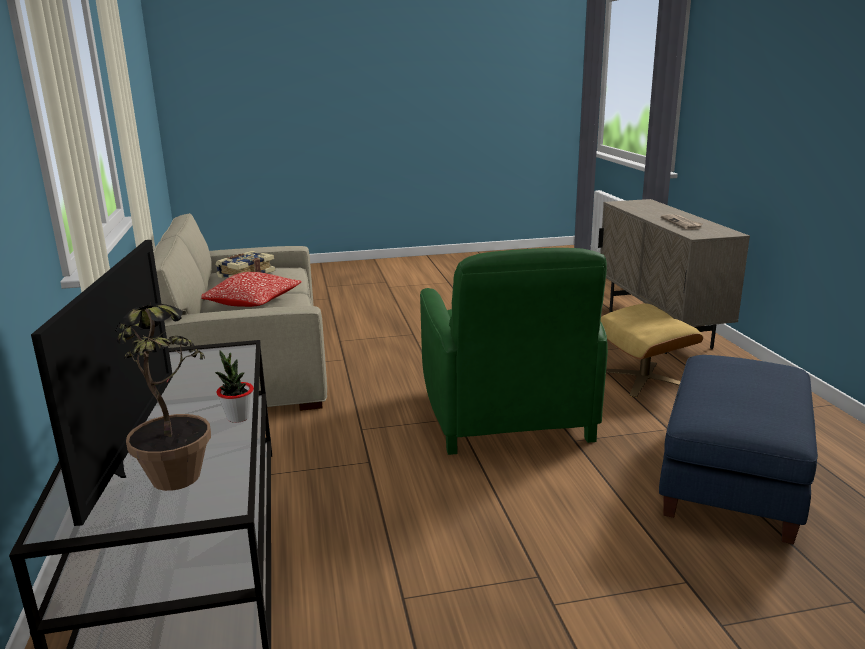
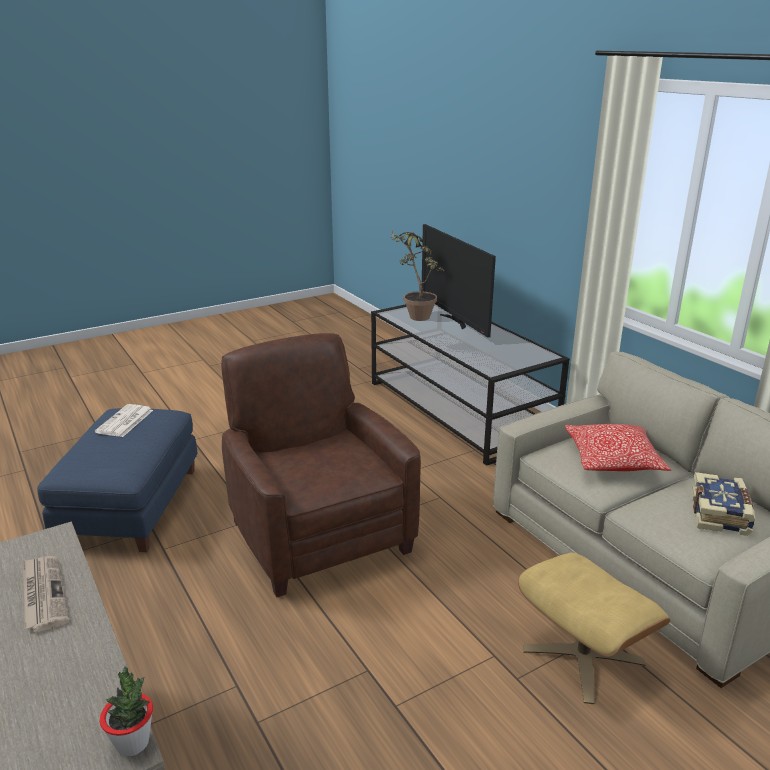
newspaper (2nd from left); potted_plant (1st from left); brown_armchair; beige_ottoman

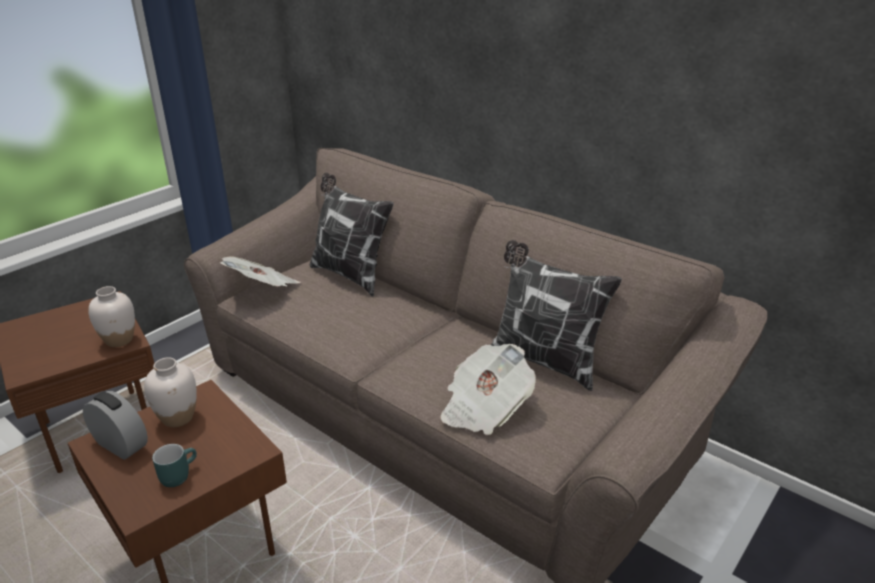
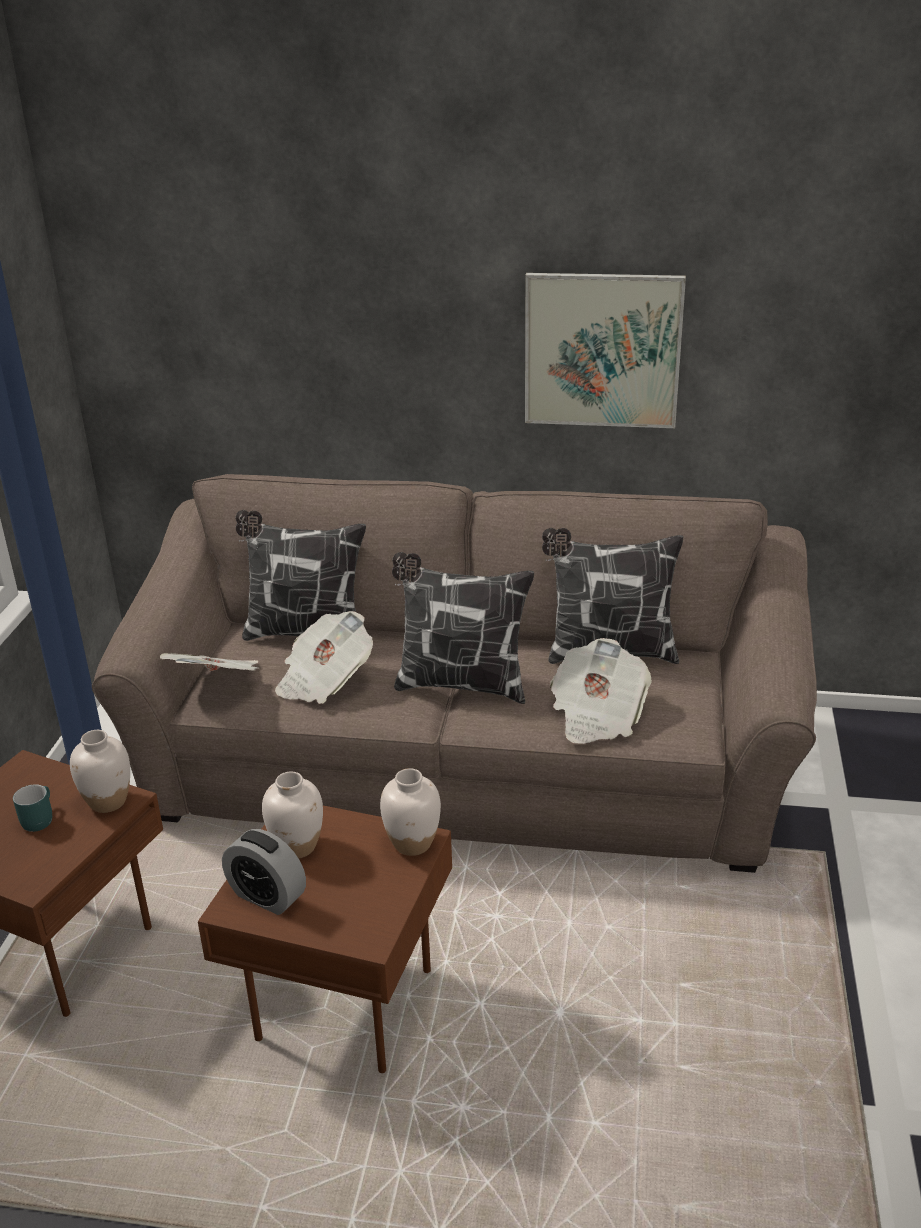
turquoise_mug; alarm_clock; newspaper (2nd from left); white_vase (3rd from left); pillow (2nd from left); picture

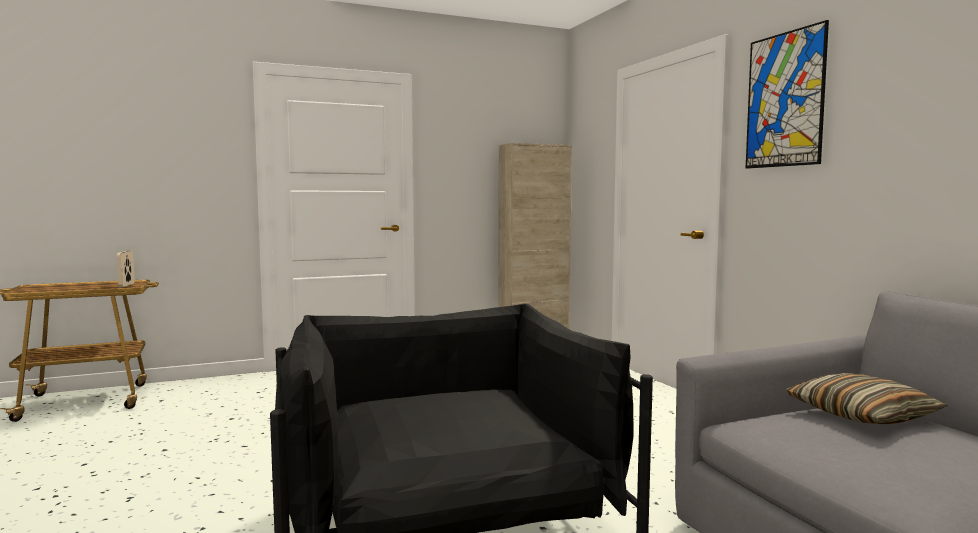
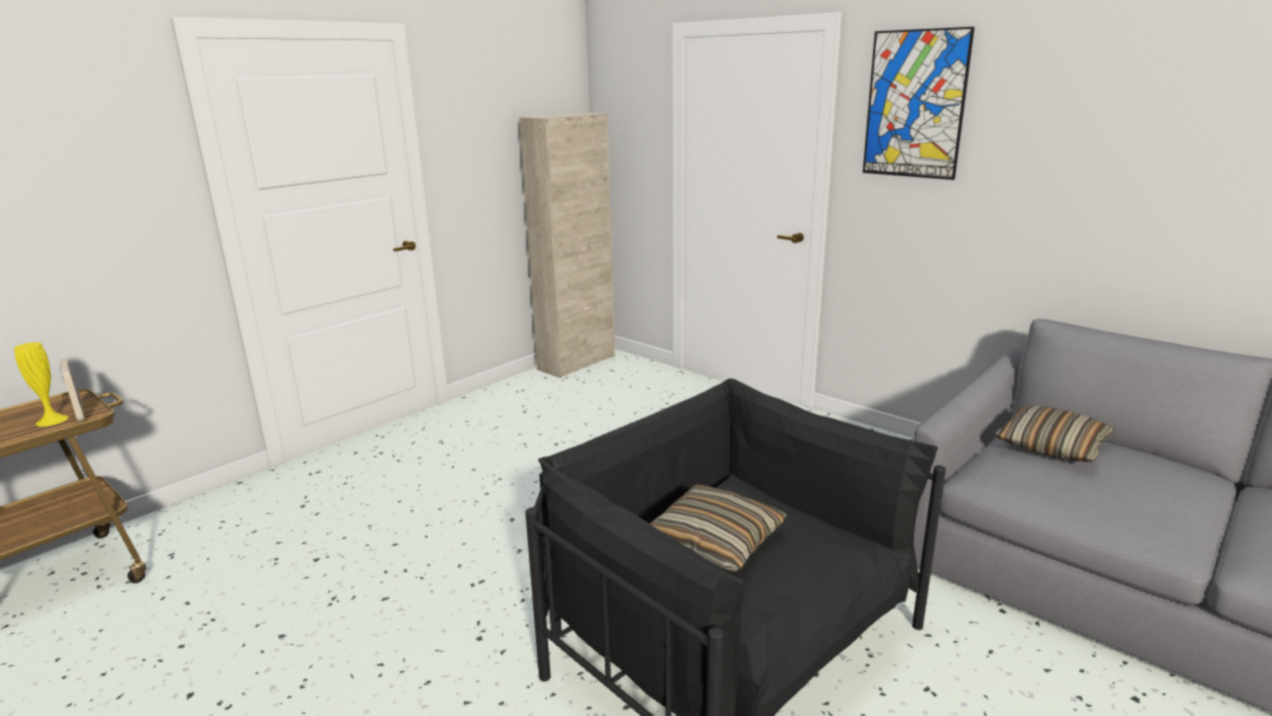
yellow_vase; pillow (1st from left)

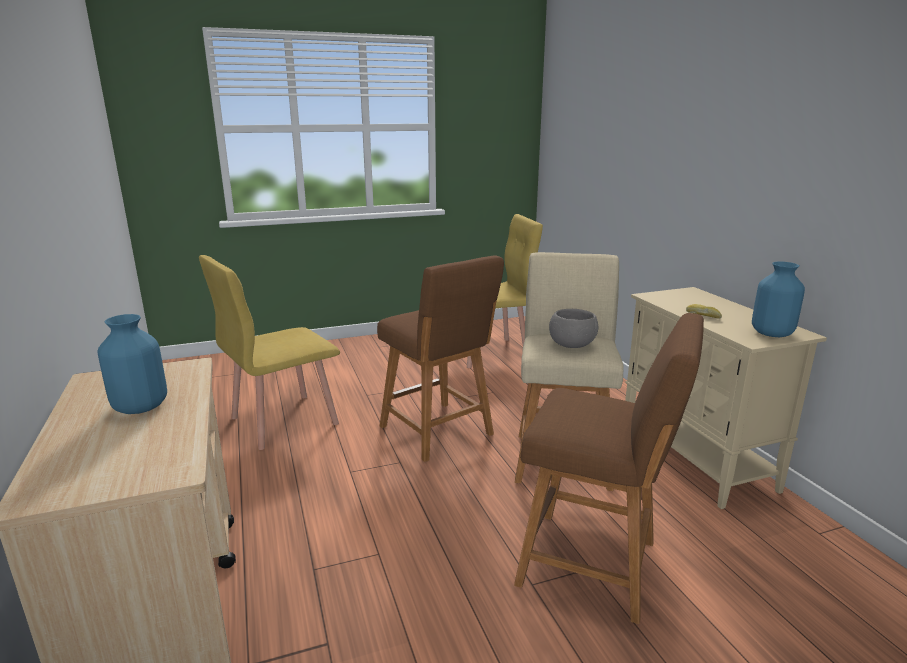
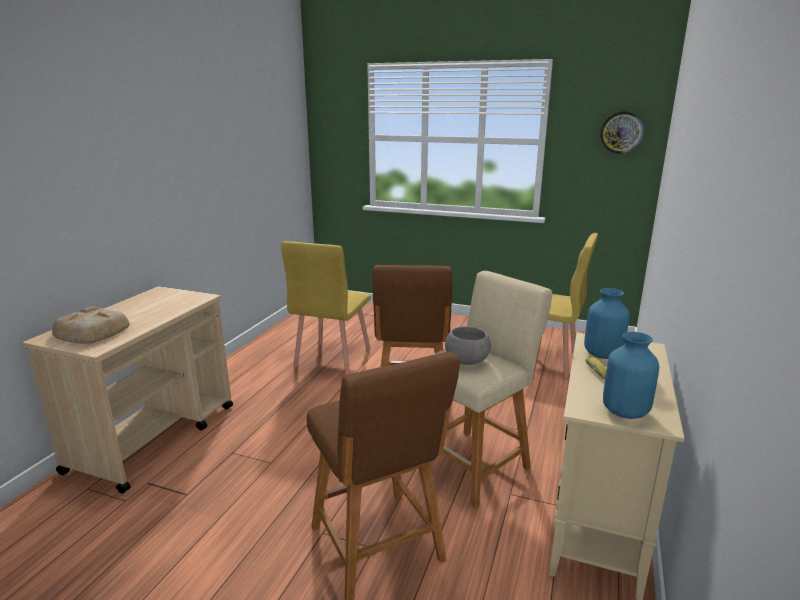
bread (1st from left); yellow_chair (1st from left); blue_vase (1st from left); wall_clock

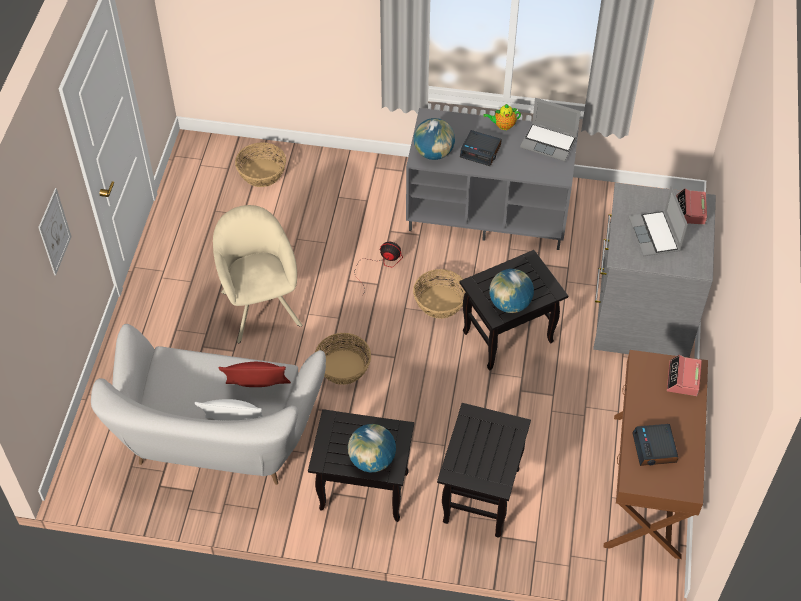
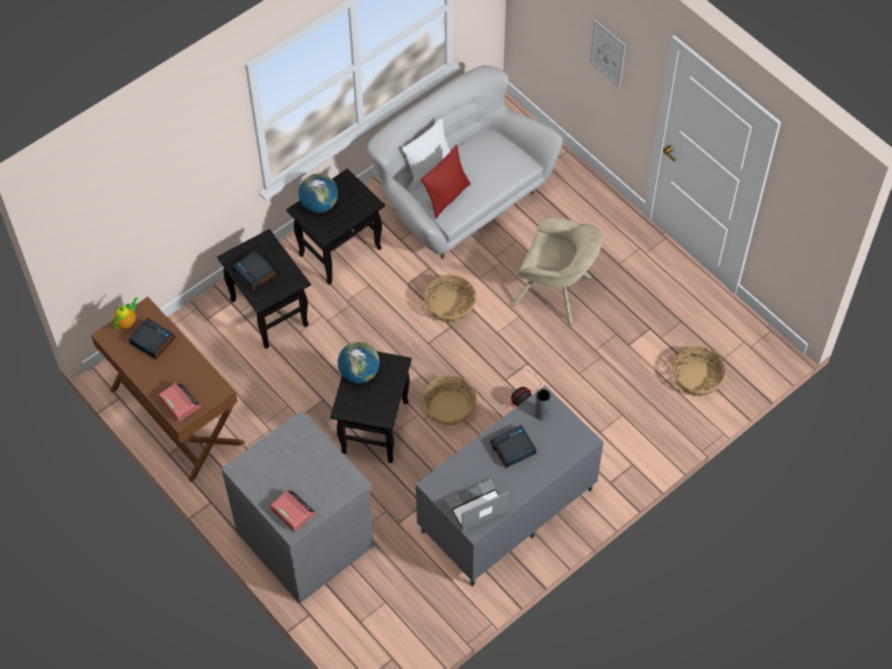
teapot; alarm_clock (3rd from left); grey_vase; laptop (2nd from left in the first image)

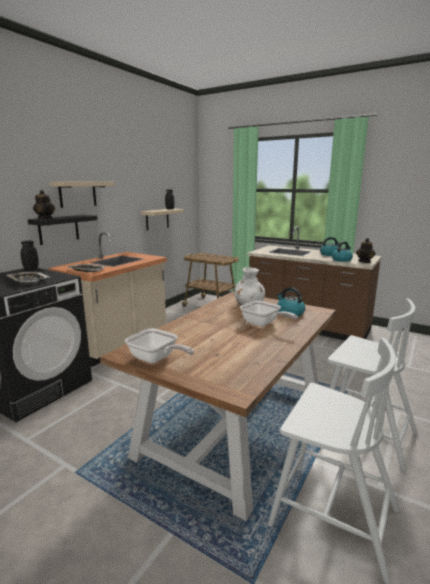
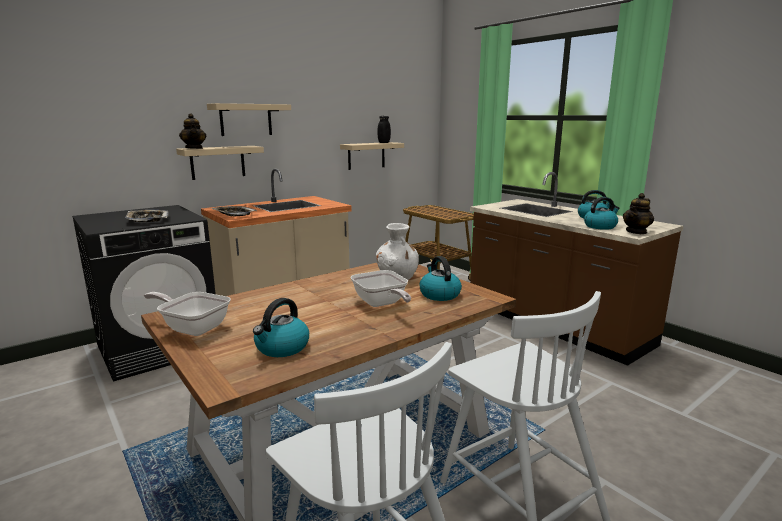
frying_pan (1st from left); beige_shelf (1st from left); kettle (1st from left); black_jar (1st from left in the first image)

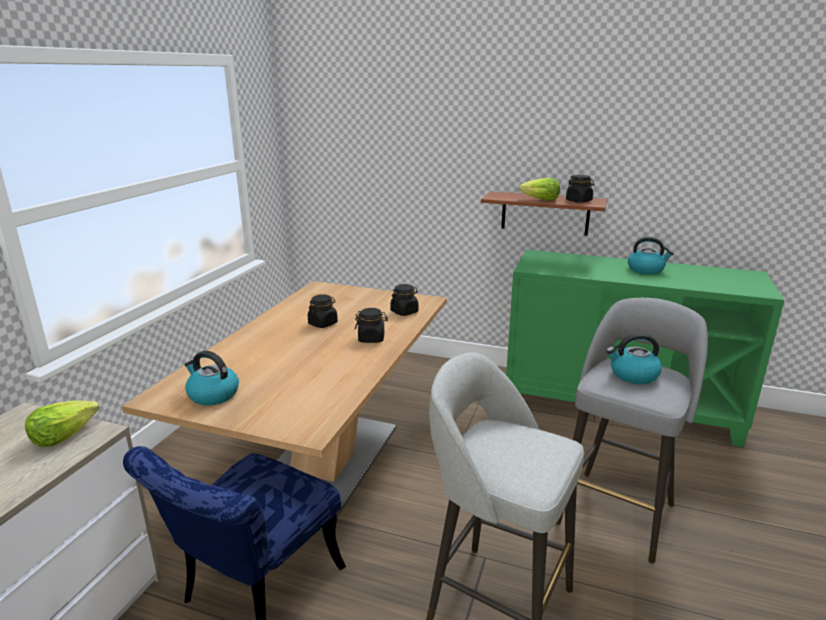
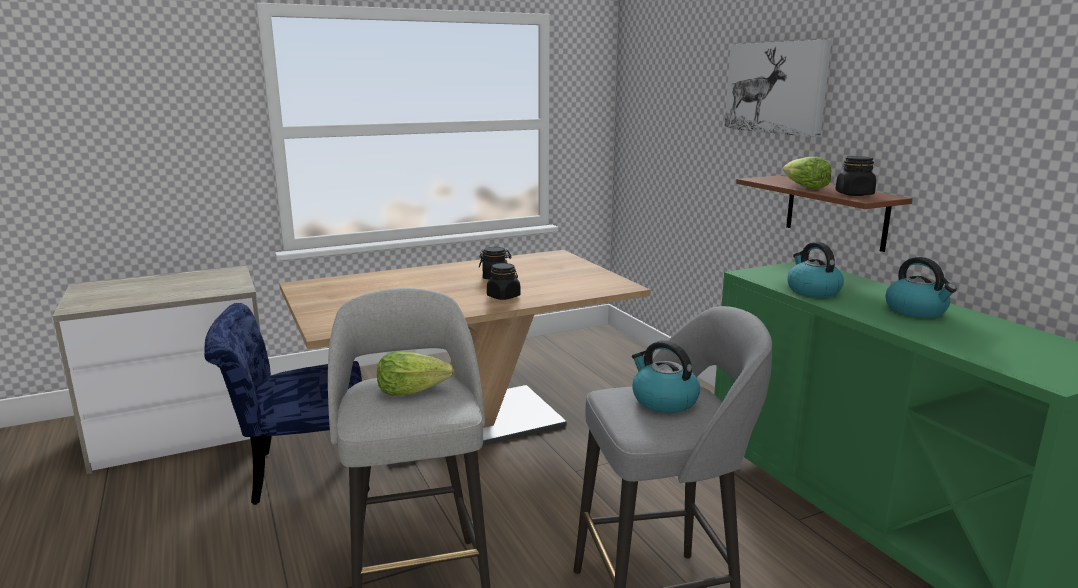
lettuce (1st from left); picture; kettle (2nd from left); black_jar (3rd from left in the first image)

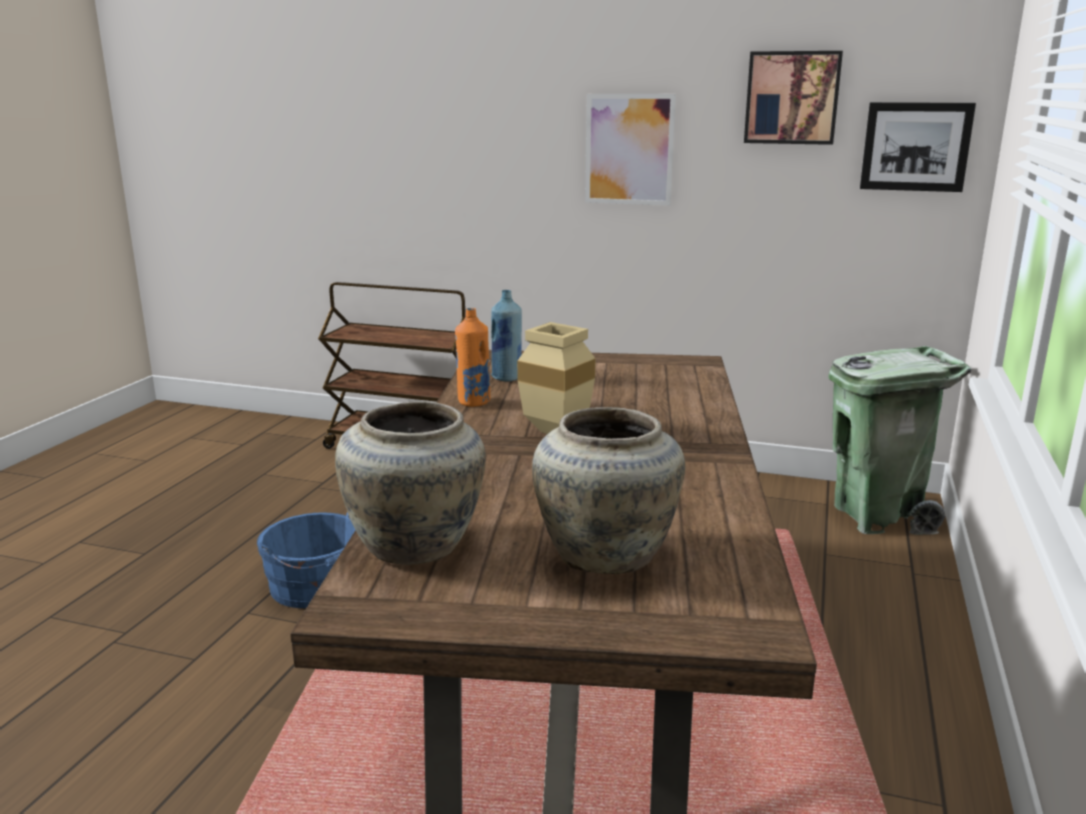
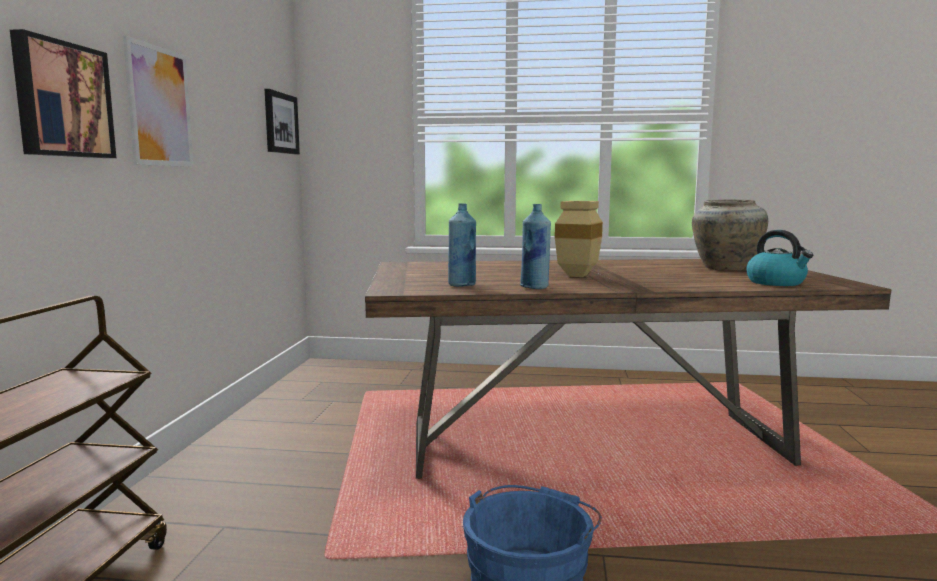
picture (1st from left); blue_bottle (2nd from left); kettle; green_trash_can

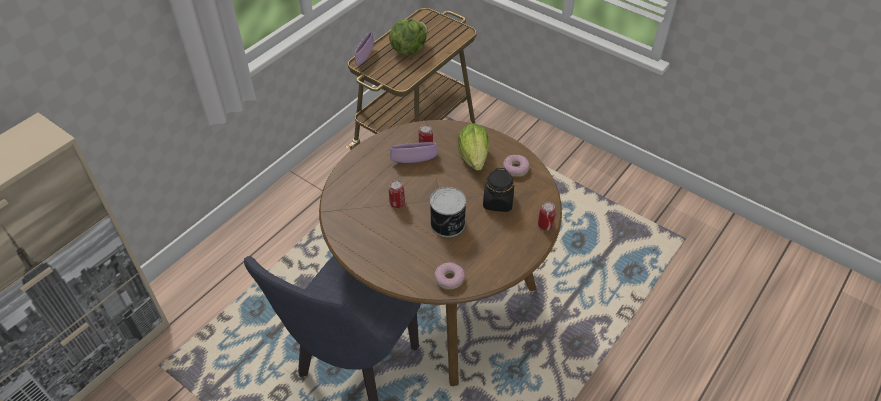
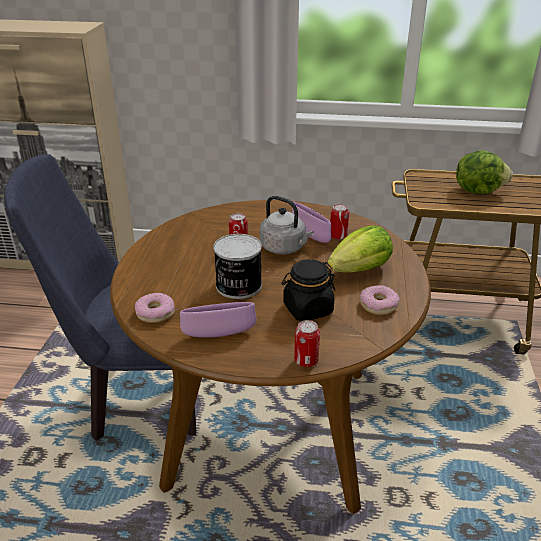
purple_bowl (1st from left); grey_kettle

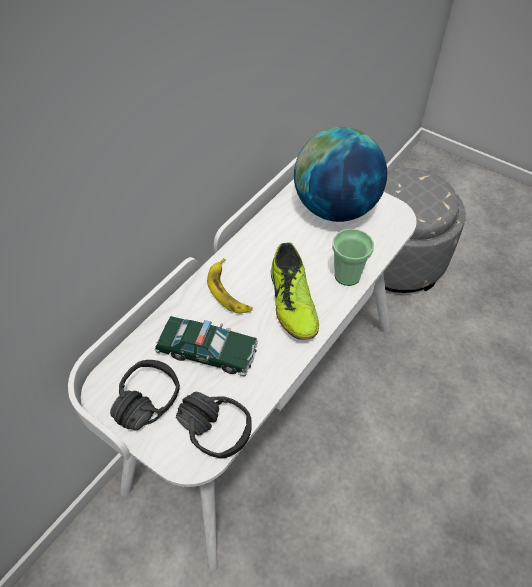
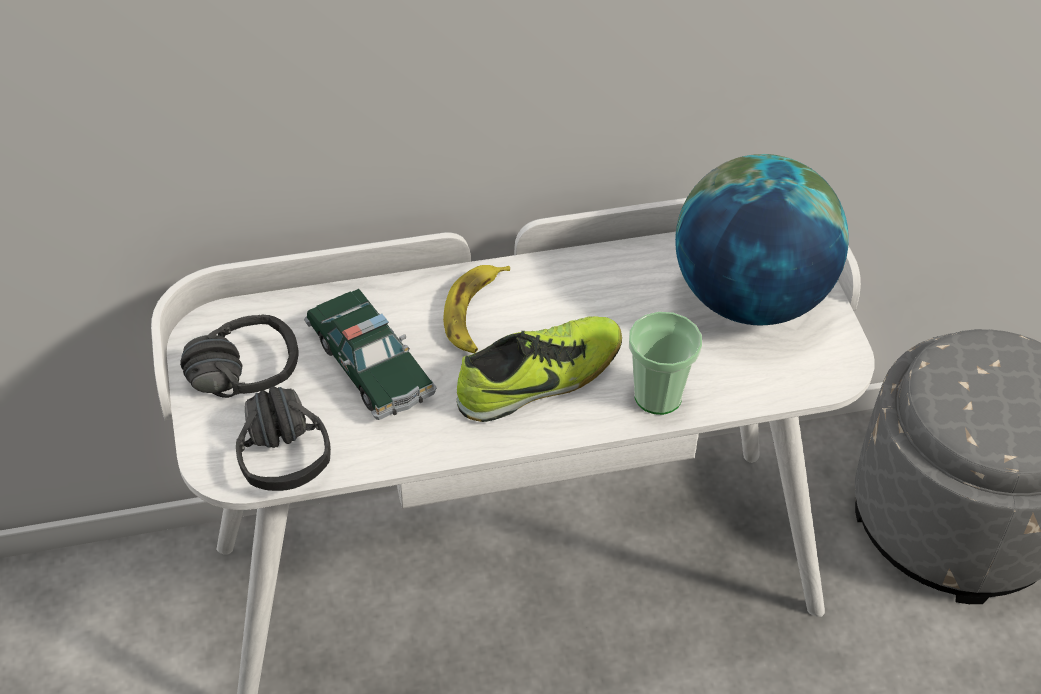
shoe

